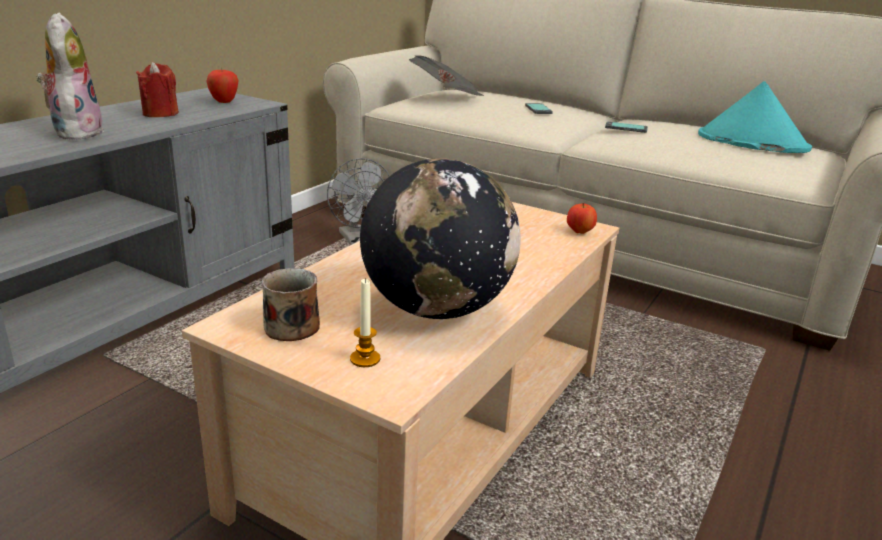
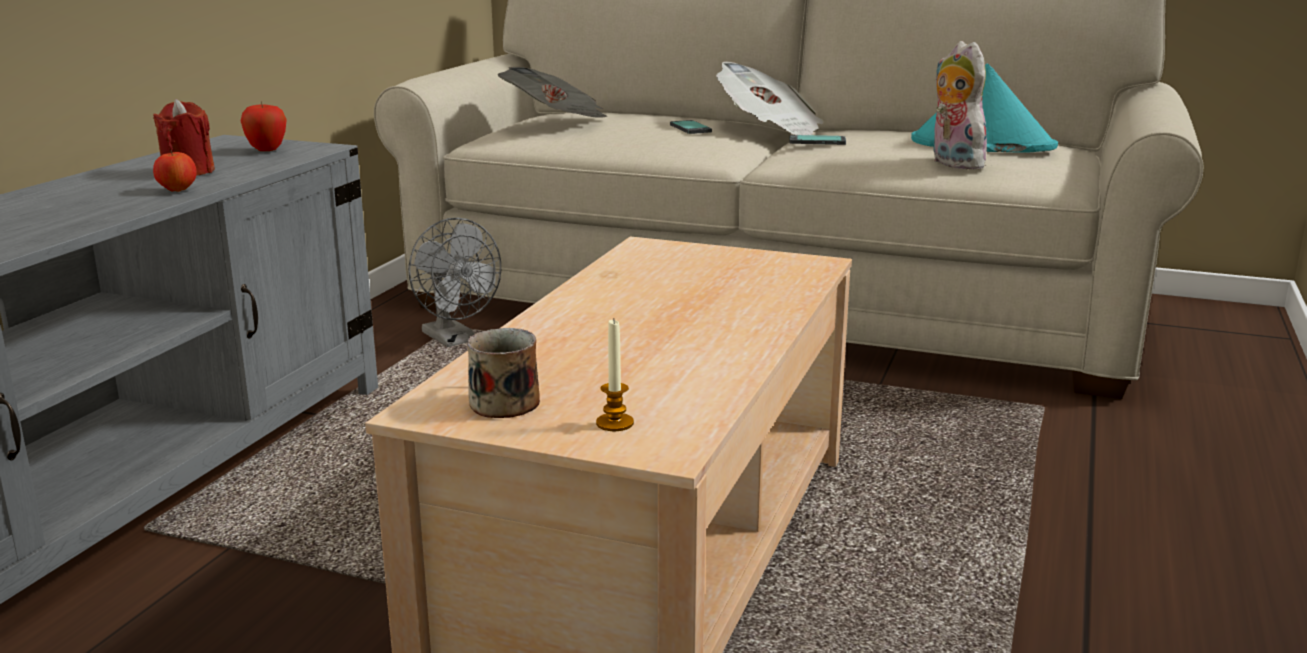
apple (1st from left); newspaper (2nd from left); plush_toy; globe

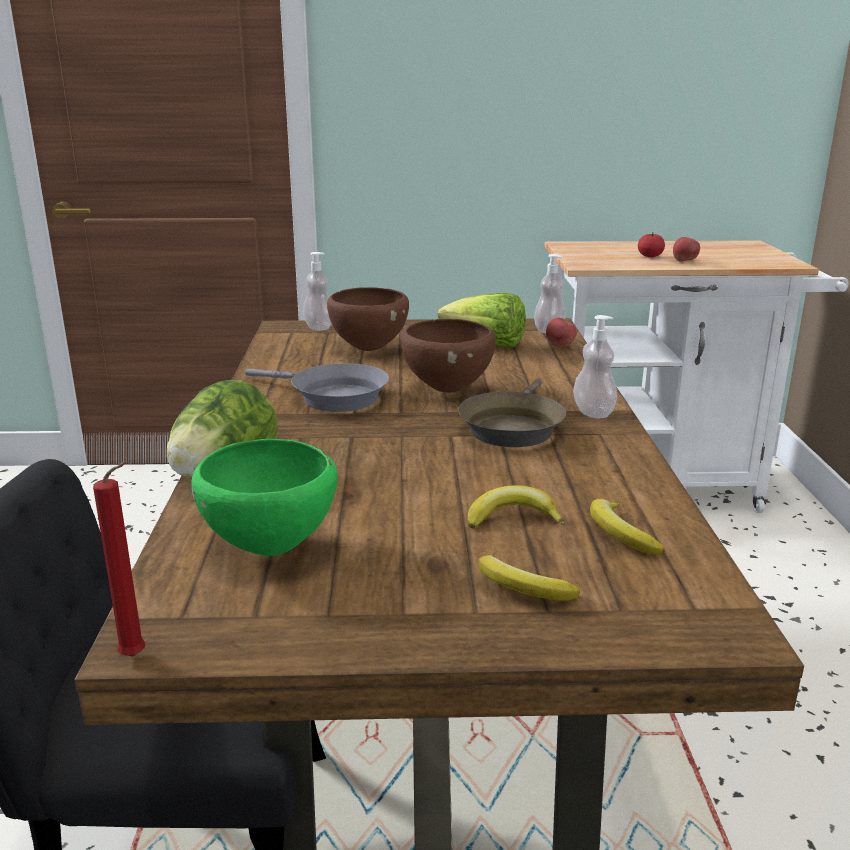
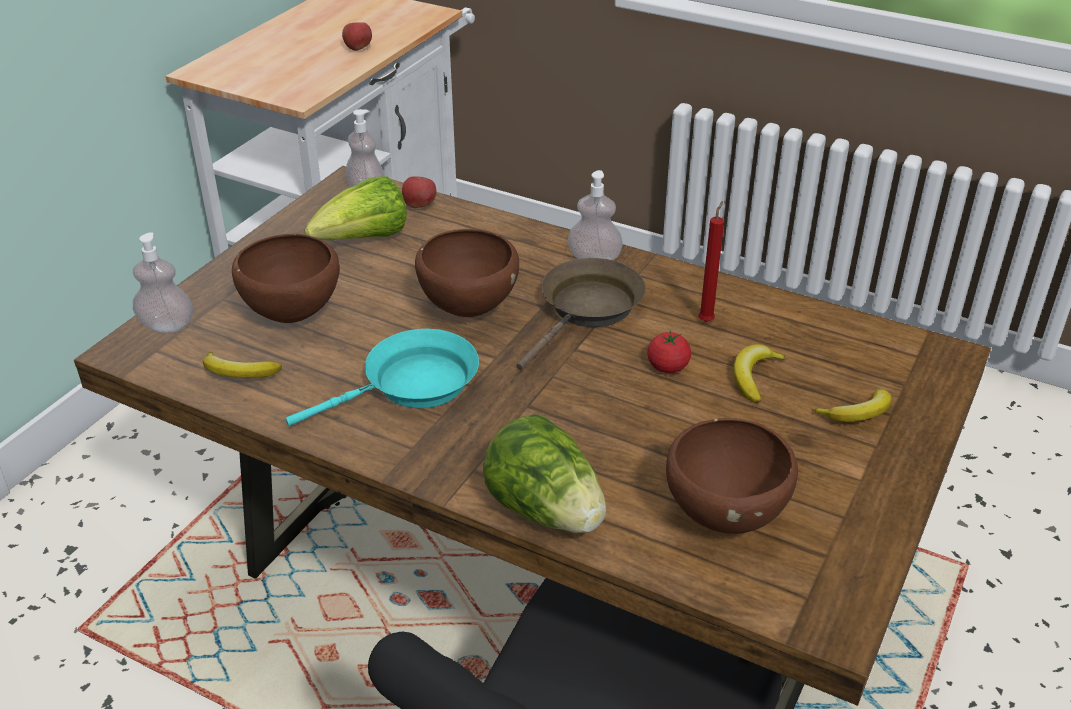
banana (1st from left); turquoise_frying_pan; brown_frying_pan; tomato; brown_bowl (3rd from left); red_candle

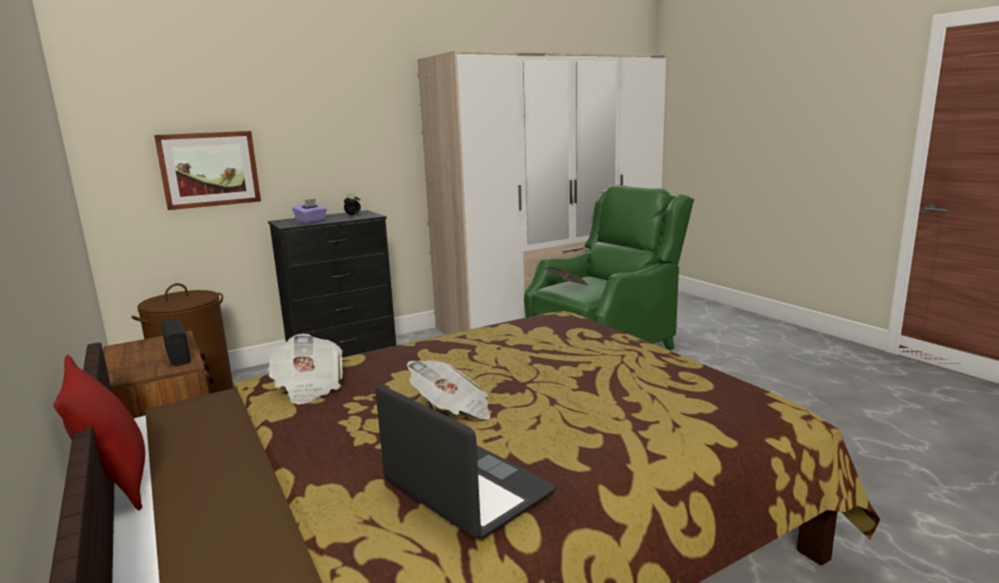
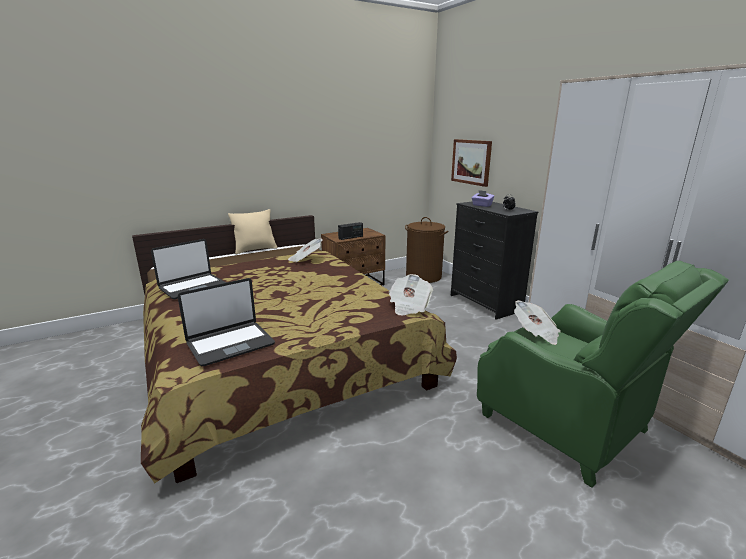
laptop (2nd from left); beige_pillow; newspaper (2nd from left)

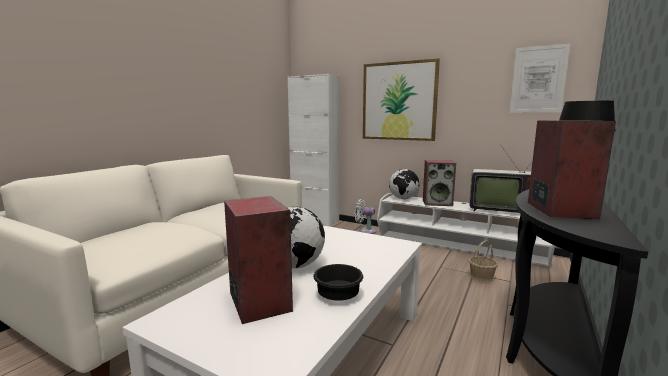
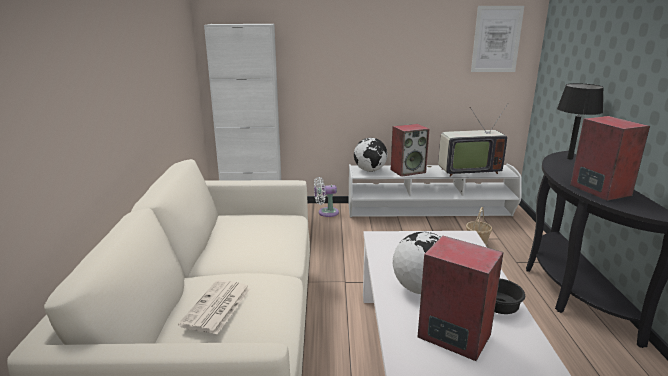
newspaper; picture (1st from left in the first image)

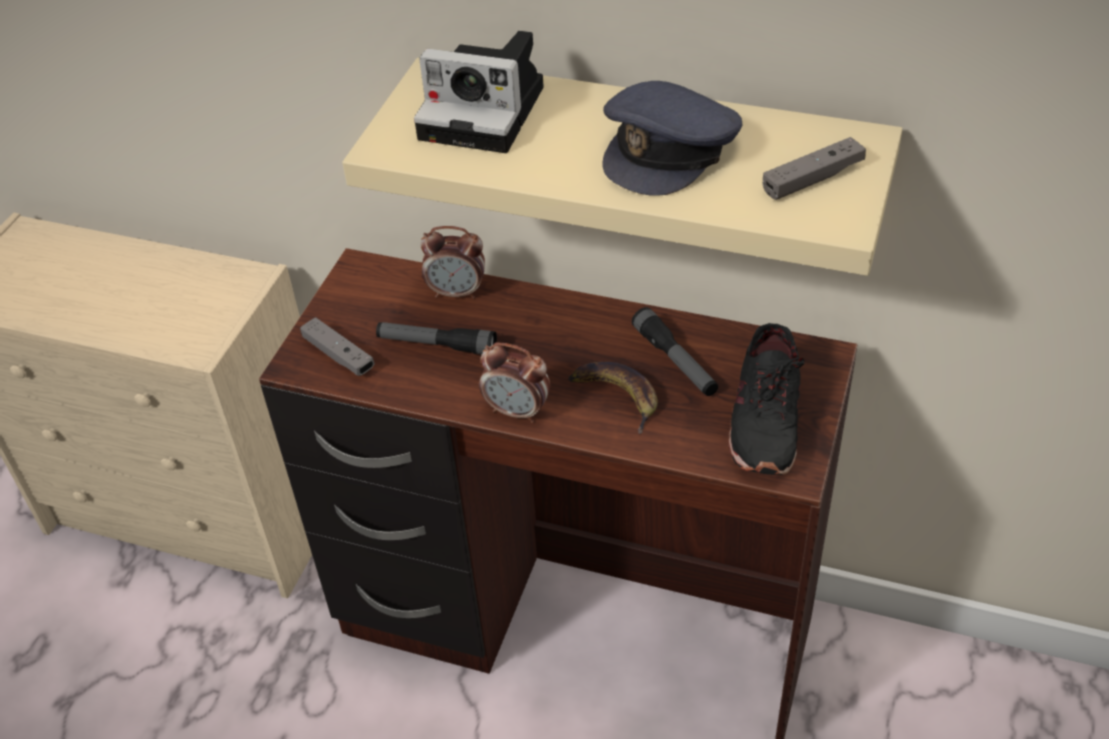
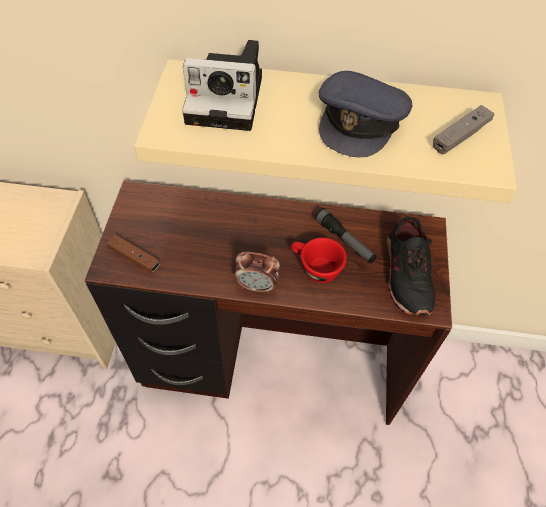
brown_game_controller; red_cup; flashlight (1st from left in the first image); alarm_clock (1st from left in the first image)

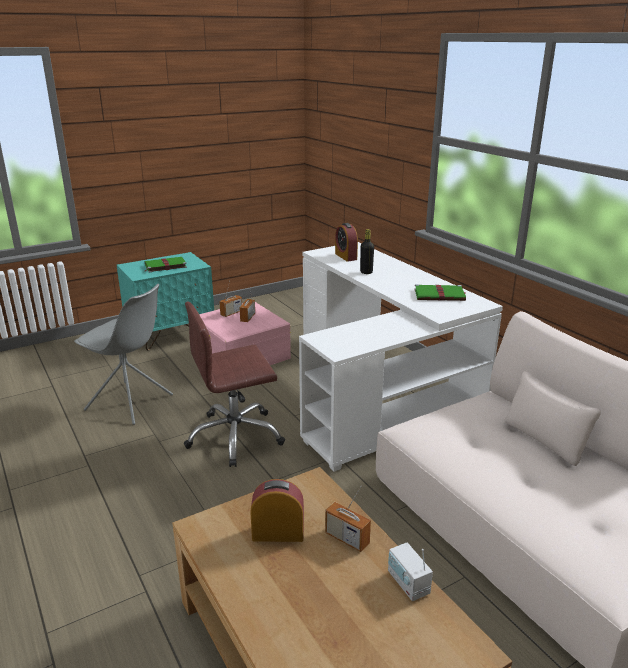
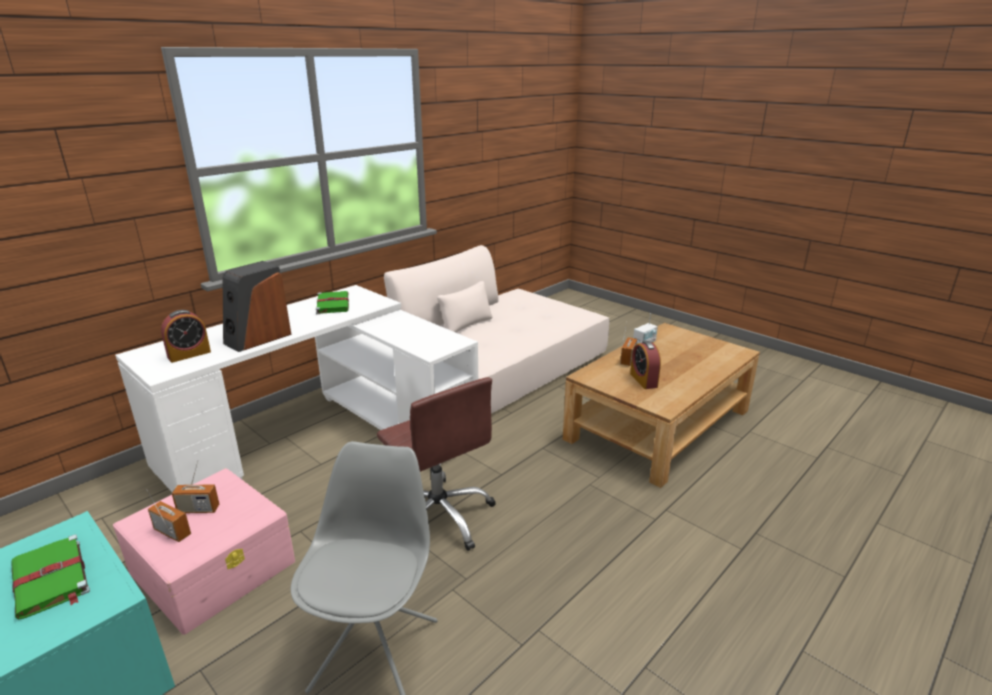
speaker

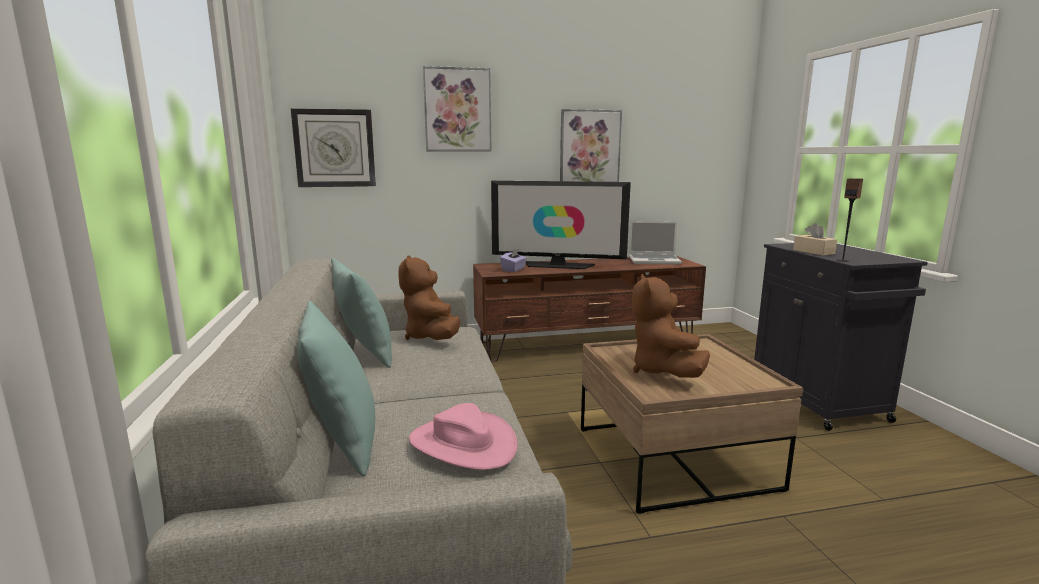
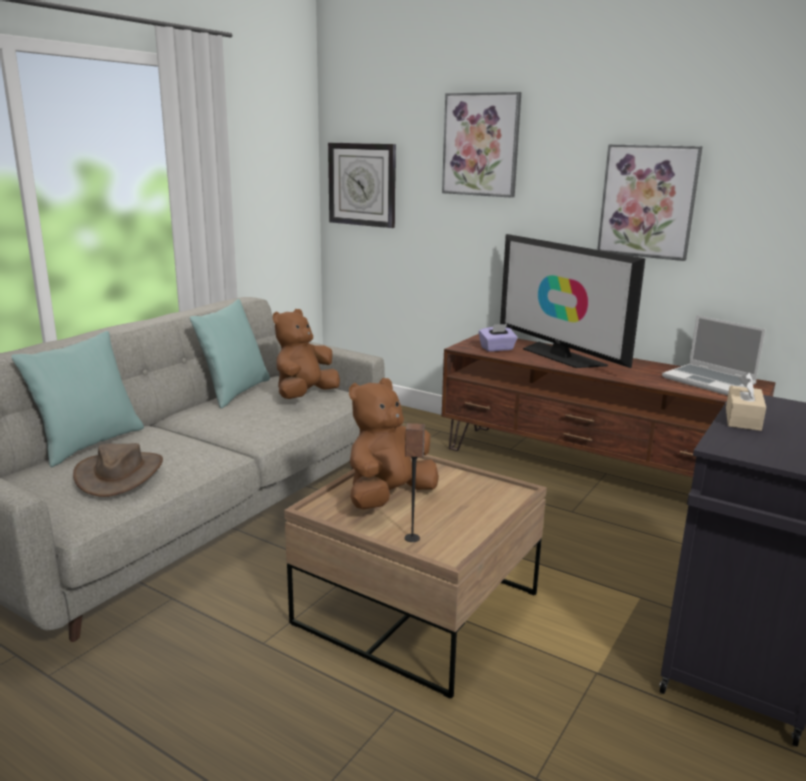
brown_hat; speaker

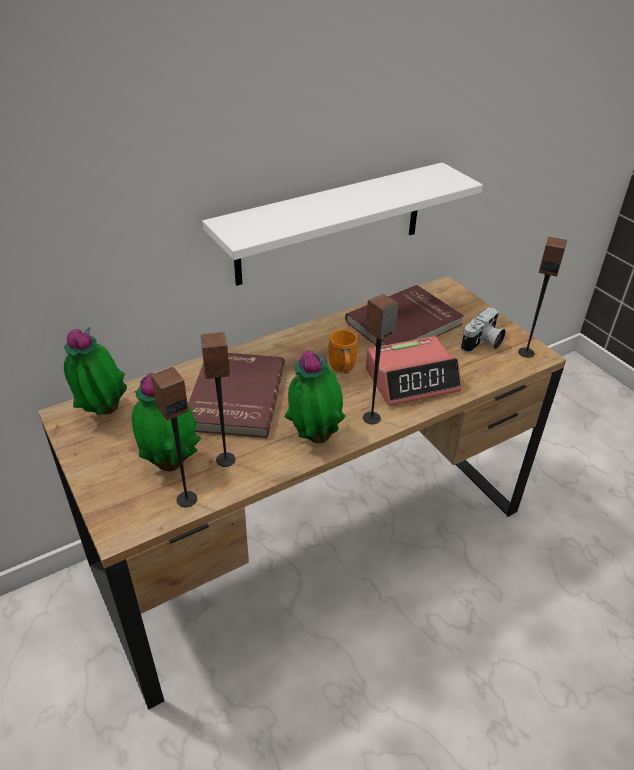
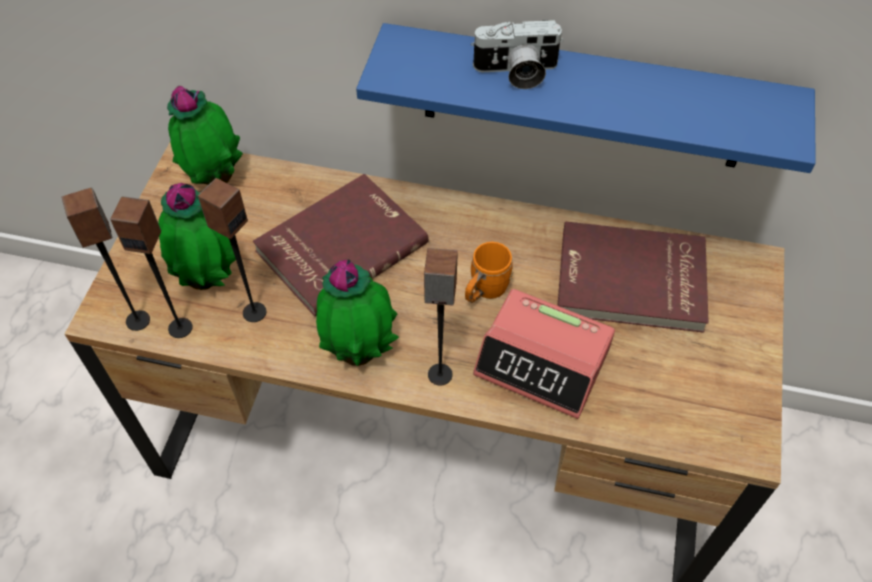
speaker (1st from left); blue_shelf; photo_camera

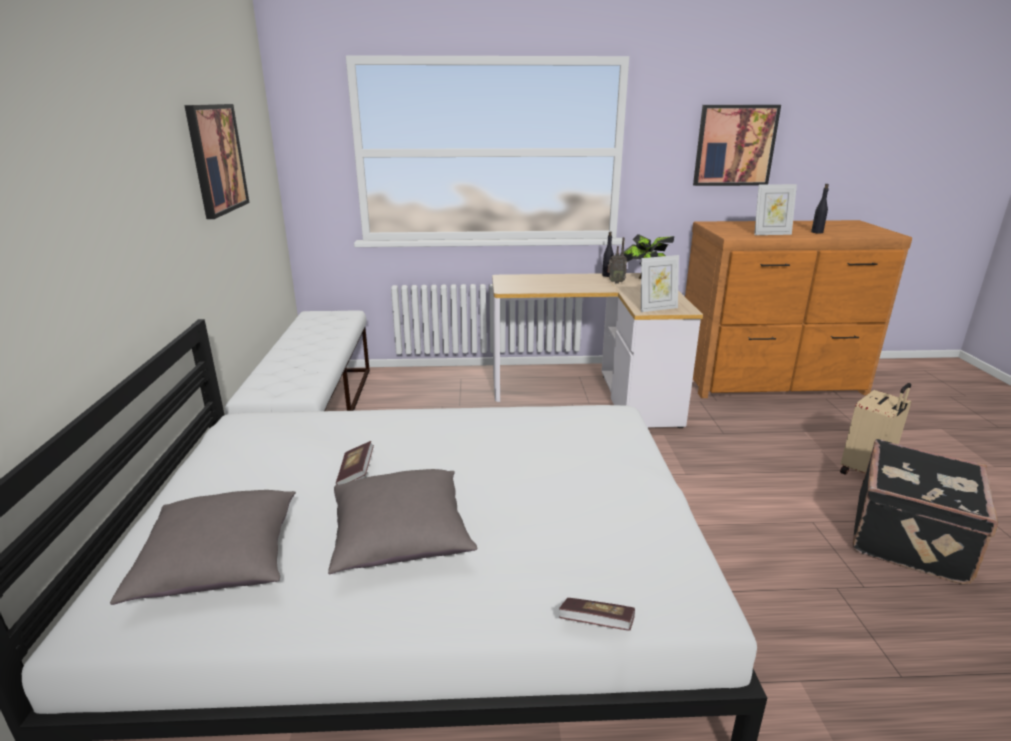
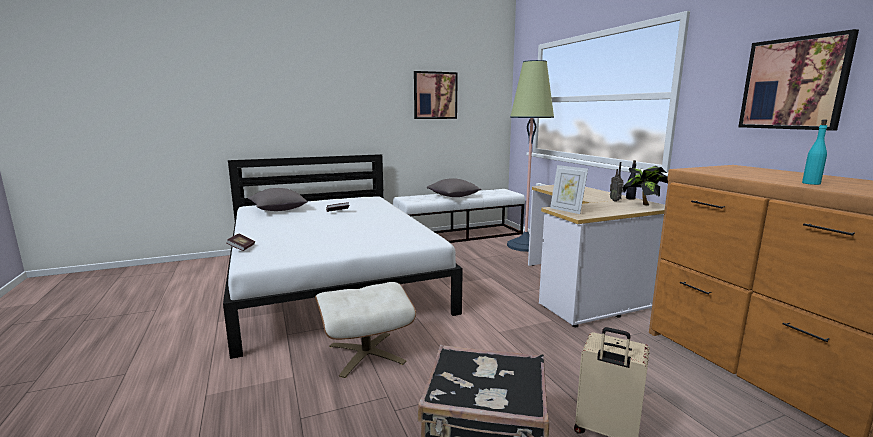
beige_ottoman; grey_pillow (2nd from left); floor_lamp; turquoise_bottle; picture_frame (2nd from left in the first image)

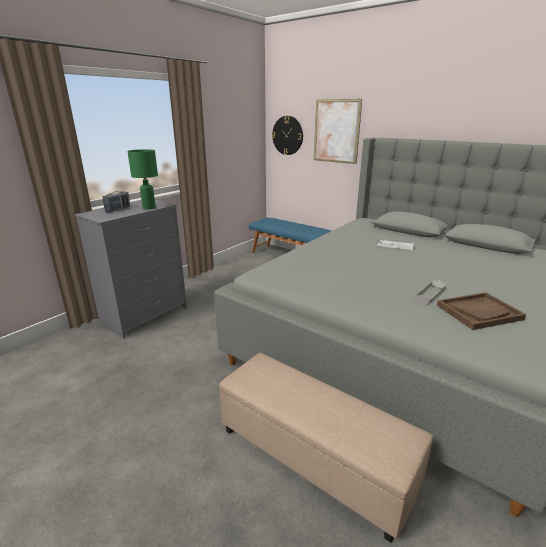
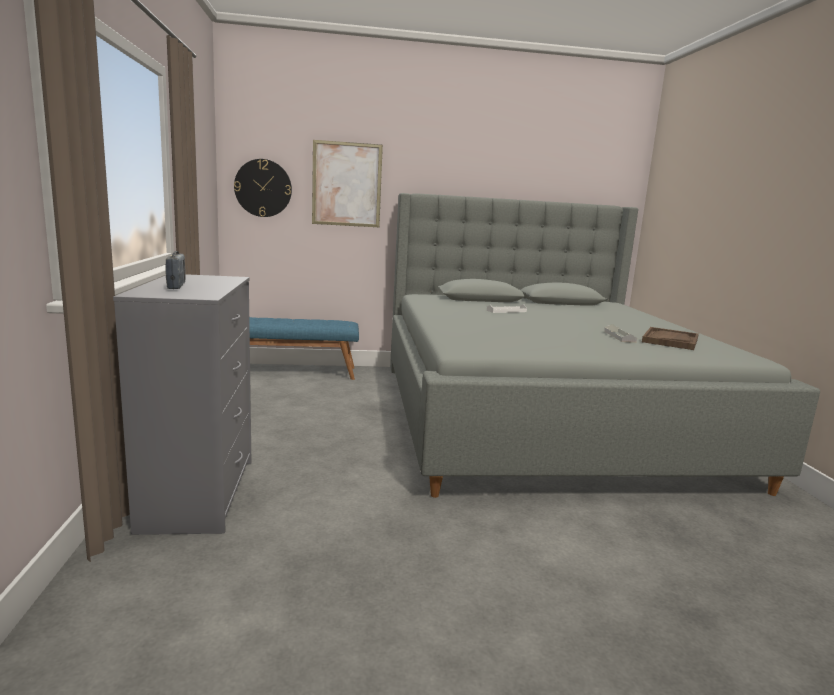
green_table_lamp; beige_ottoman

